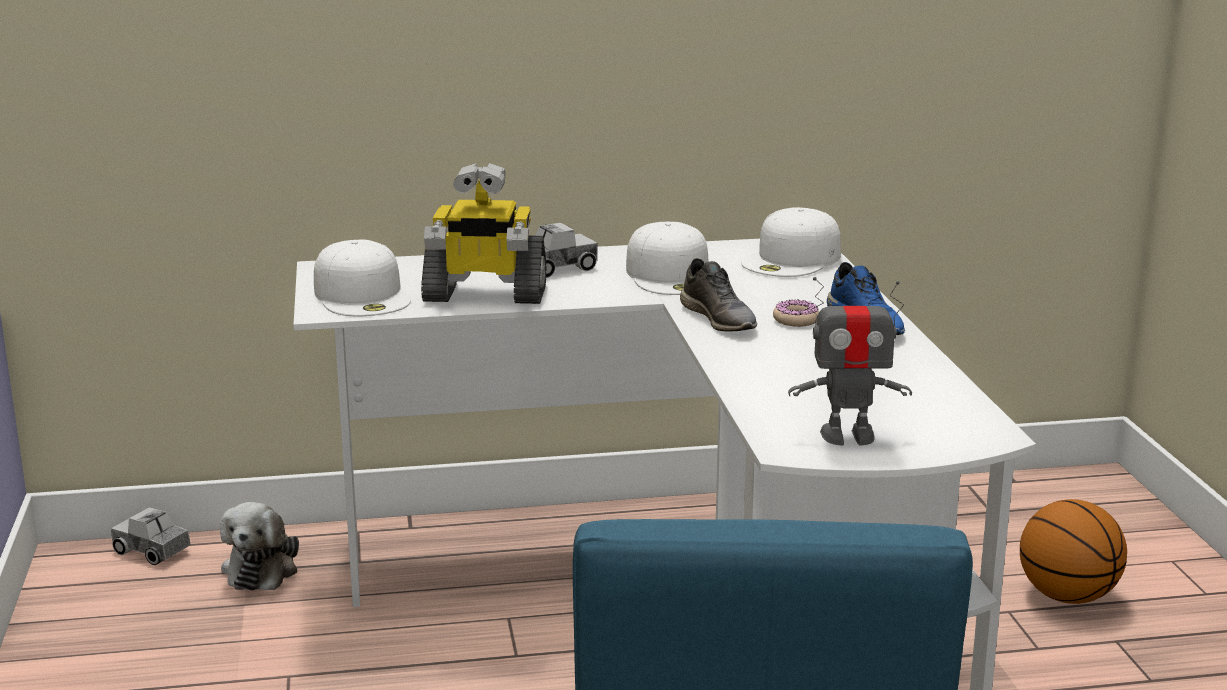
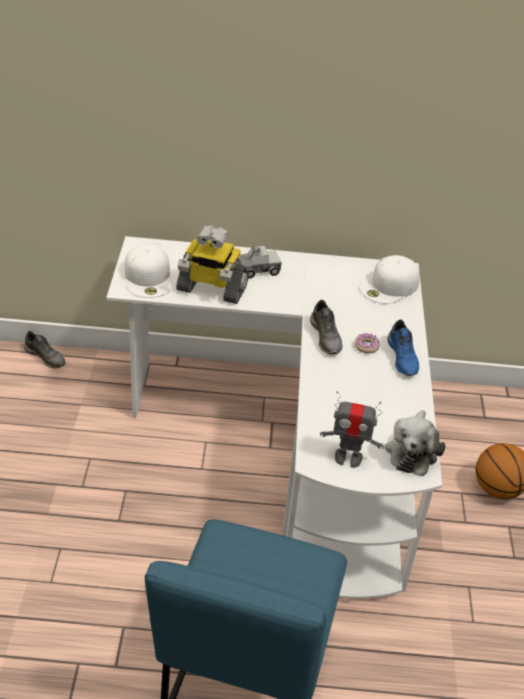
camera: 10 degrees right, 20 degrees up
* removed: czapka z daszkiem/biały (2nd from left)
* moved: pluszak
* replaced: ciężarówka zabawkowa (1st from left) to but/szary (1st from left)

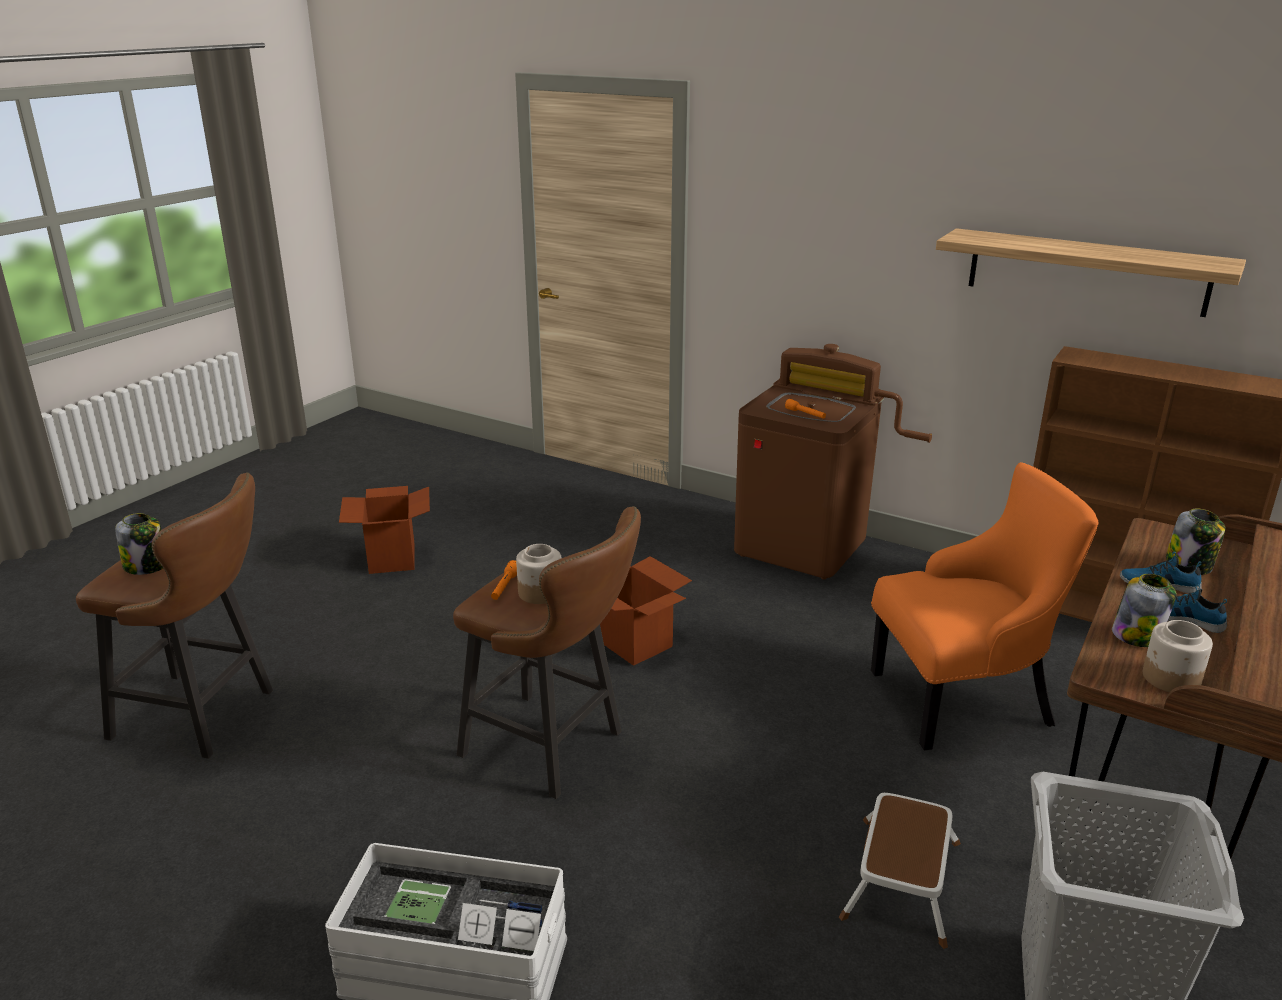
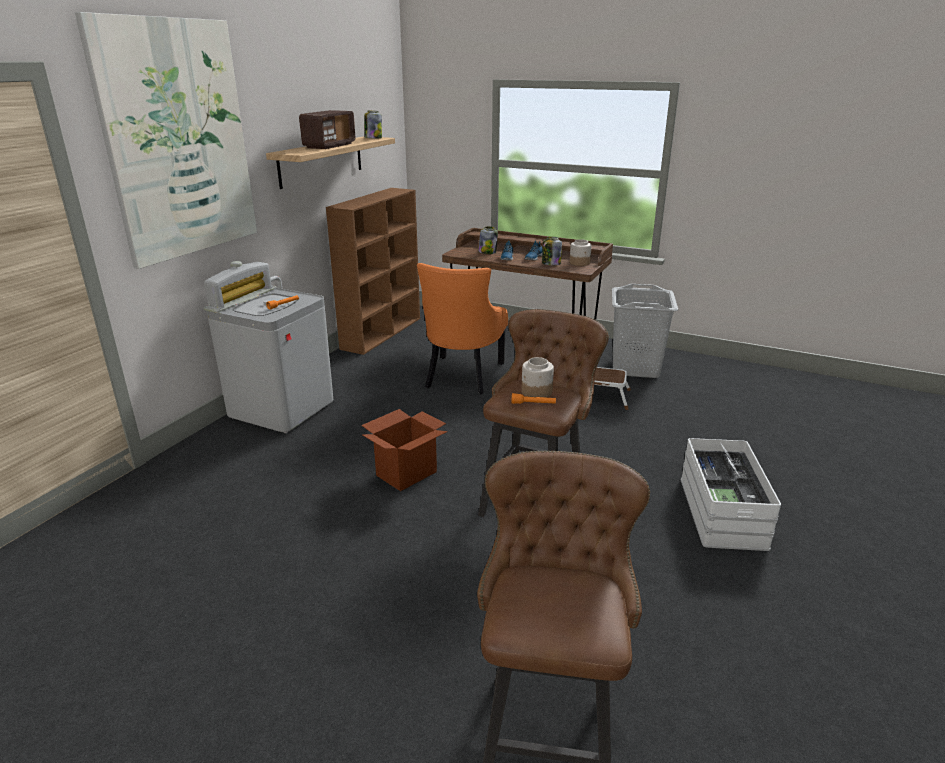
camera: 95 degrees left, 0 degrees up
* removed: karton (1st from left)
* added: obraz
* added: radio
* moved: słoik (1st from left)
* recoloured: pralka/brązowy to pralka/szary
* turned: krzesło/pomarańczowy 150 degrees counterclockwise

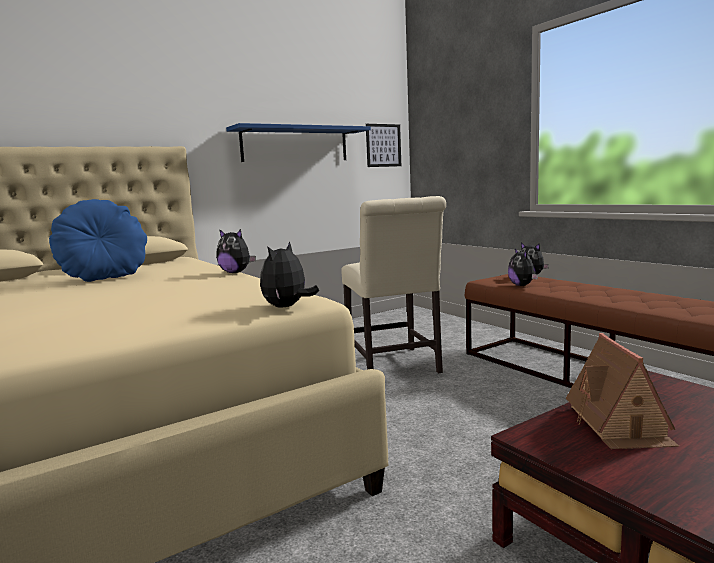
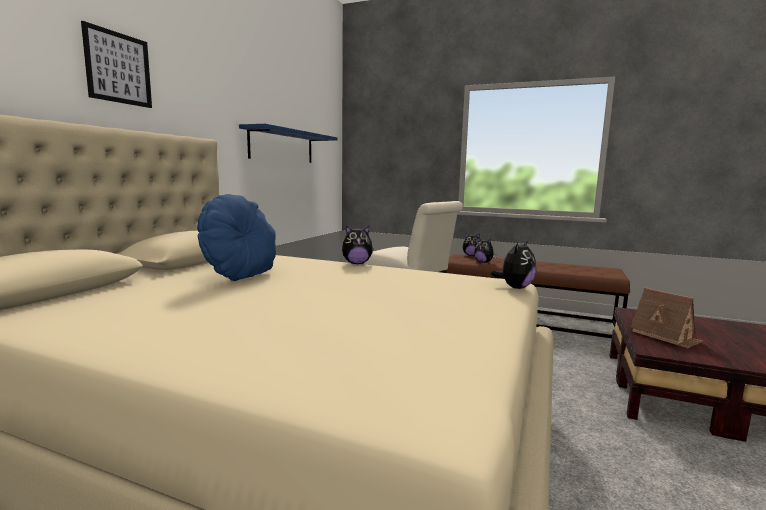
camera: 35 degrees left, 0 degrees up
* moved: obraz
* turned: pluszak (2nd from left in the first image) 135 degrees counterclockwise

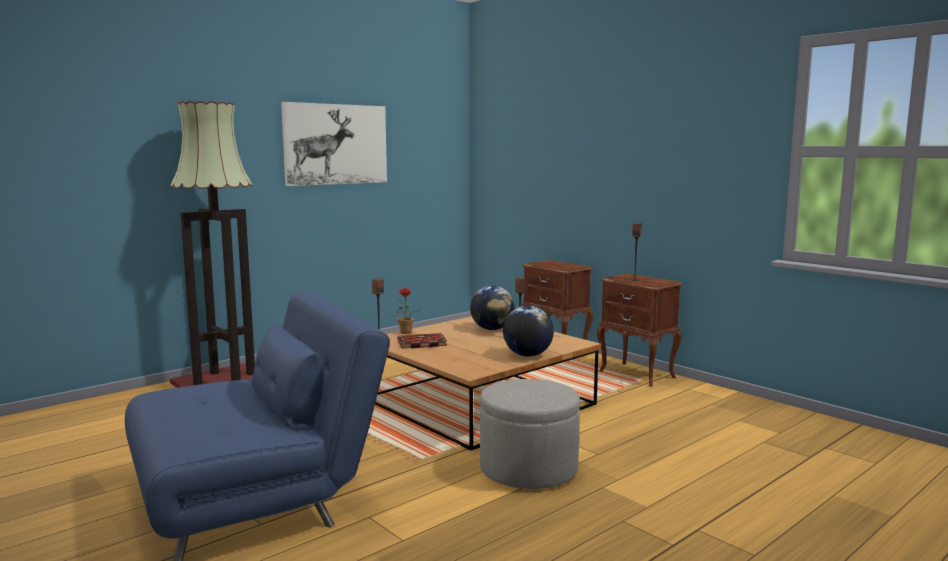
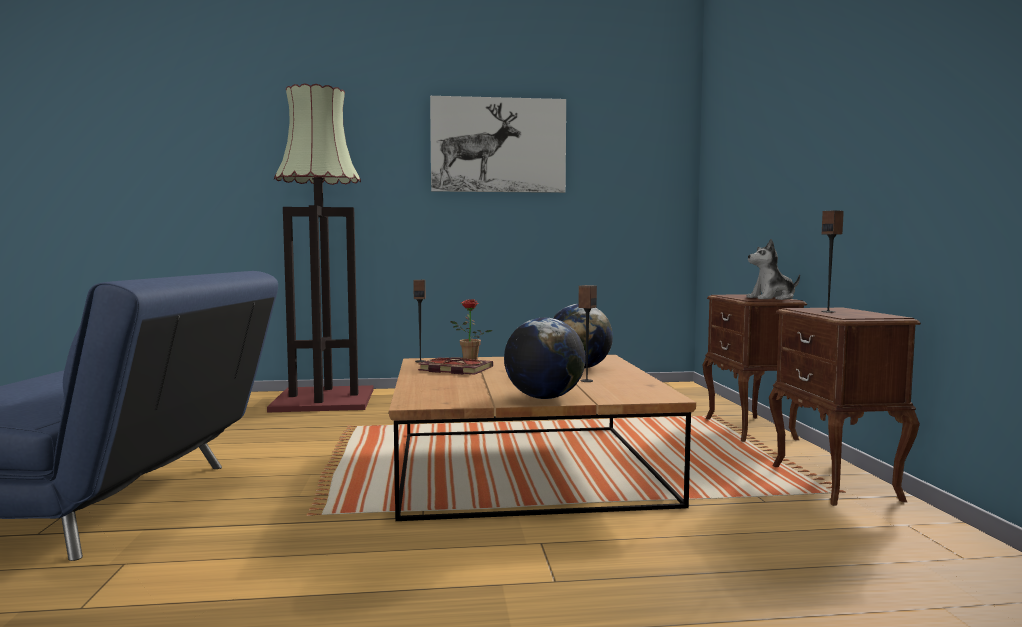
camera: 35 degrees right, 5 degrees down
* removed: pufa/szary
* added: pluszak

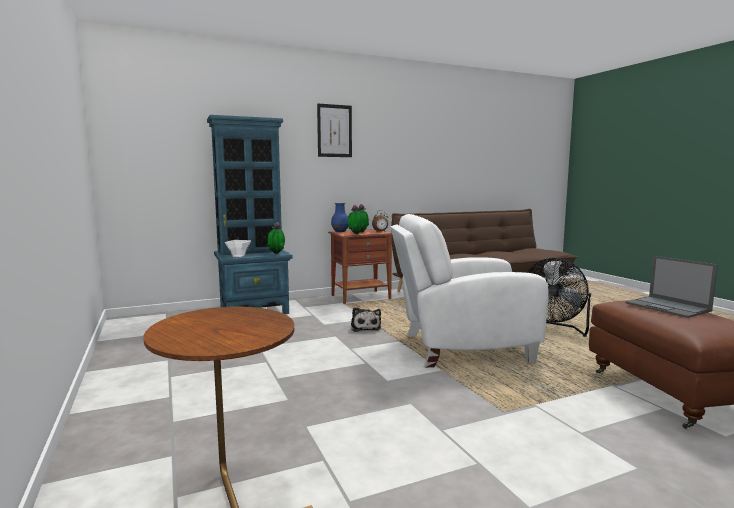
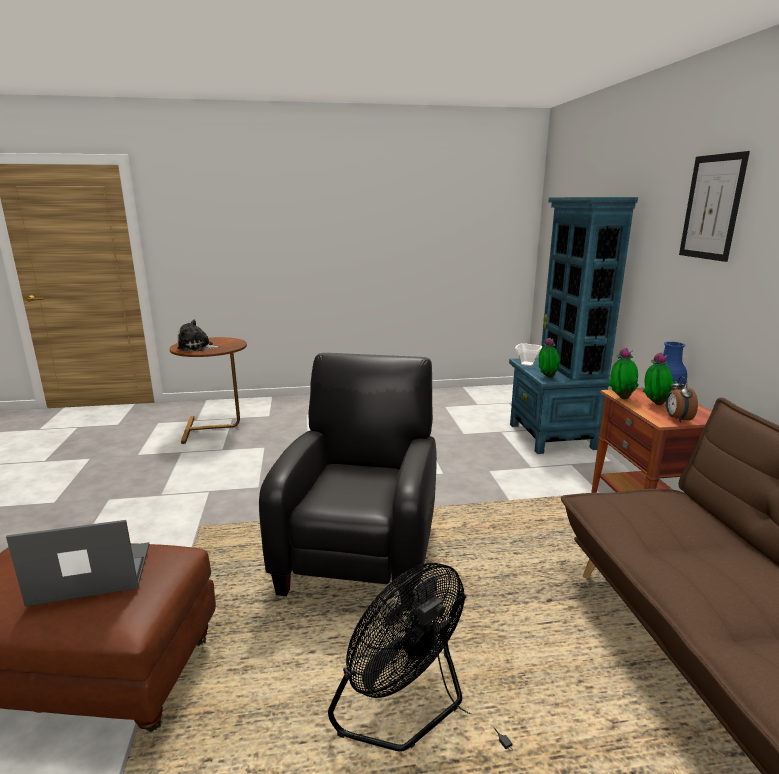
camera: 105 degrees right, 10 degrees up
* moved: pluszak
* recoloured: fotel/biały to fotel/czarny

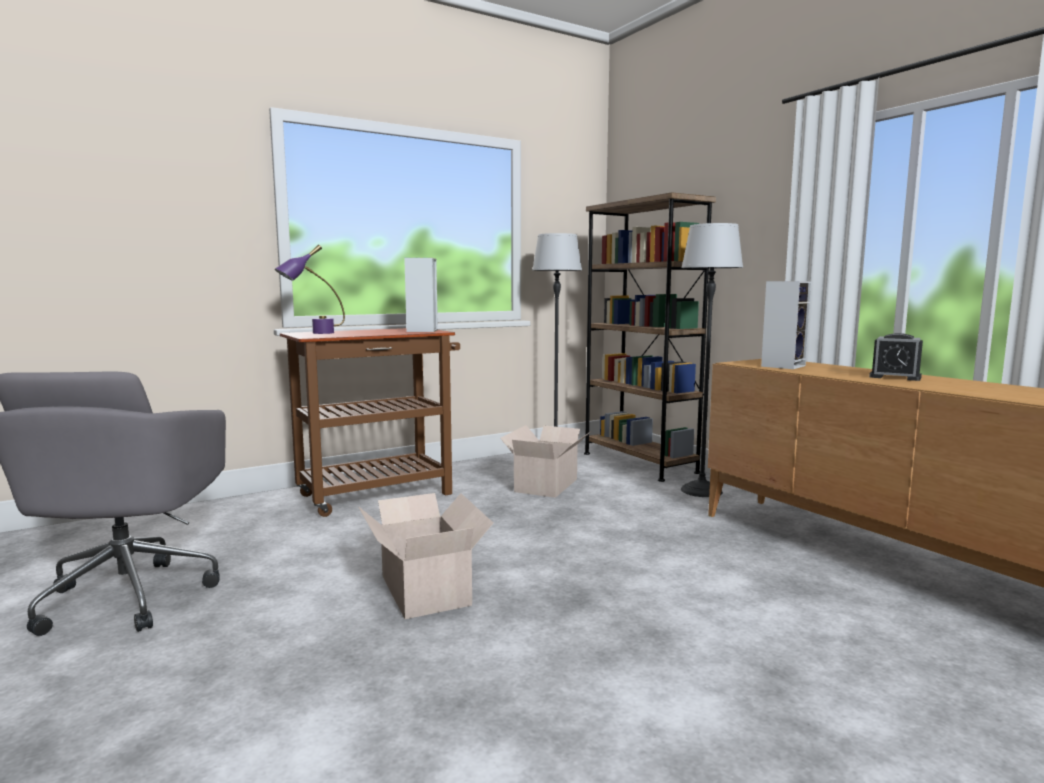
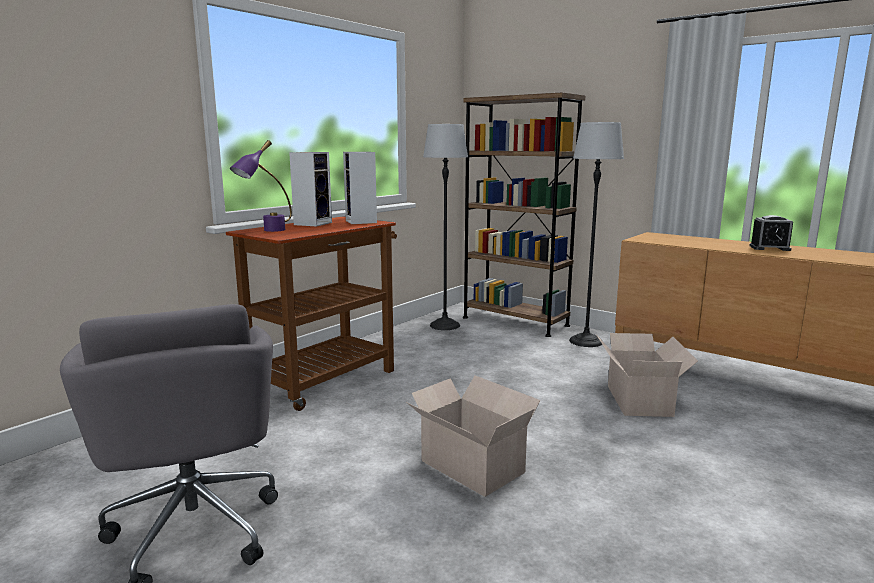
camera: 20 degrees left, 5 degrees up
* moved: karton (2nd from left)
* moved: głośnik (2nd from left in the first image) to głośnik (1st from left)

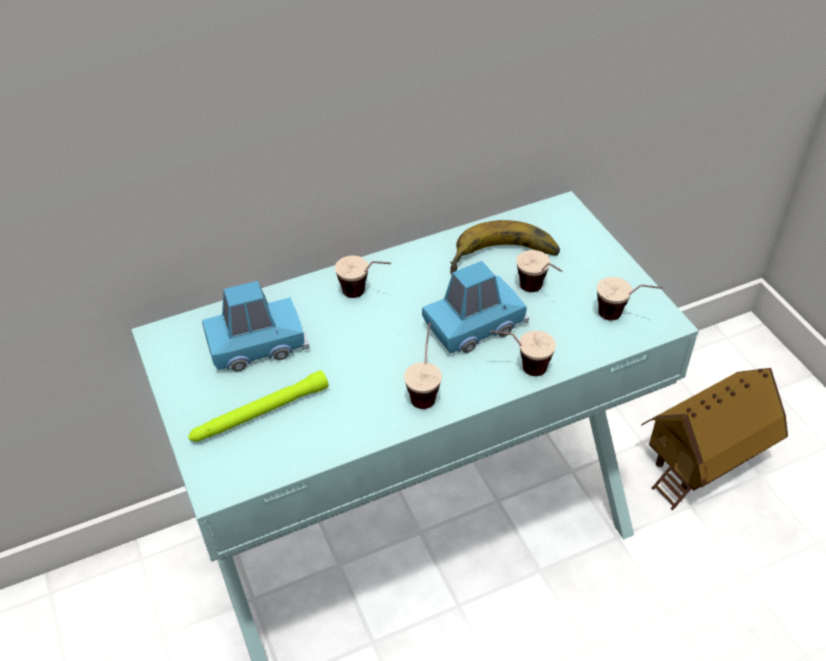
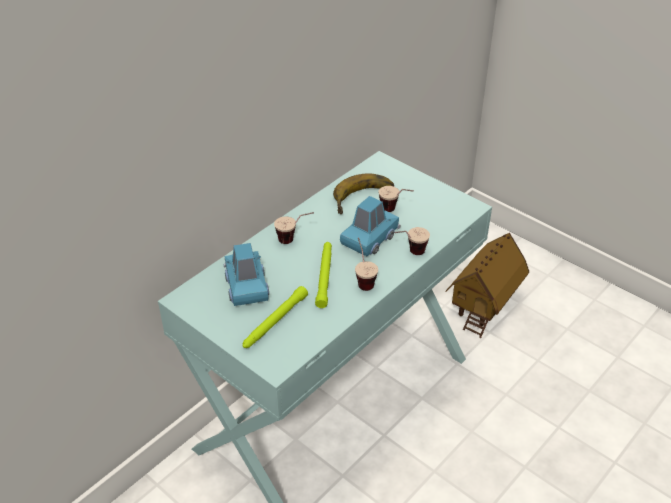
camera: 25 degrees left, 5 degrees down
* removed: filiżanka (5th from left)
* added: latarka/zielony (2nd from left)
* turned: samochodzik/niebieski (1st from left) 60 degrees counterclockwise

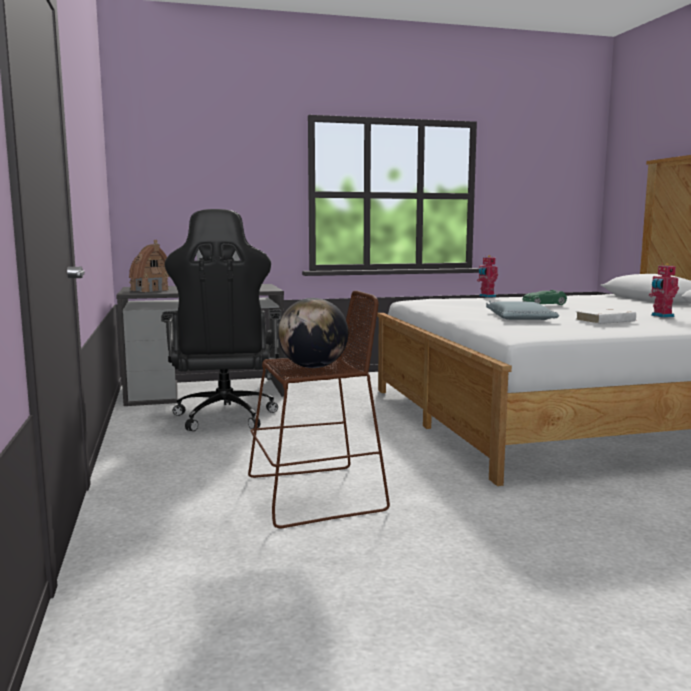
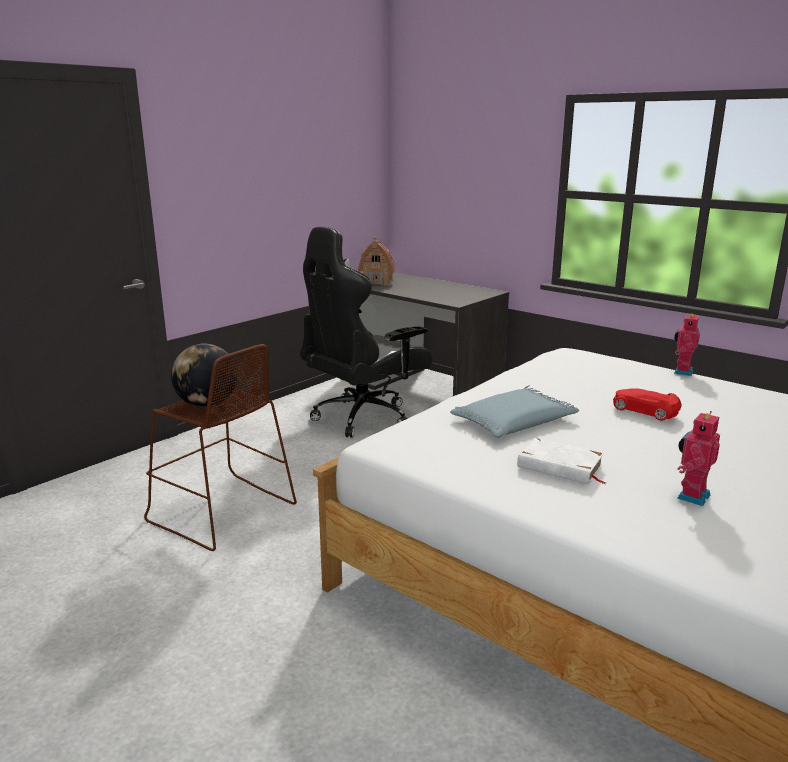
camera: 55 degrees right, 10 degrees up
* recoloured: samochodzik/zielony to samochodzik/czerwony

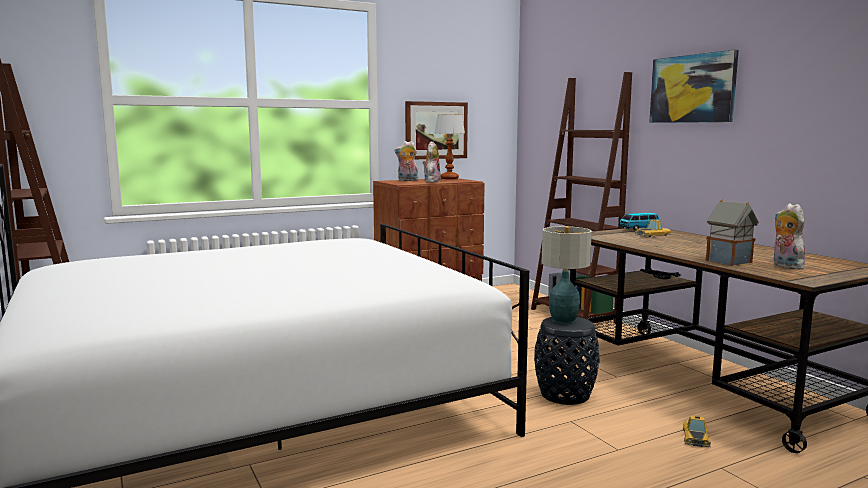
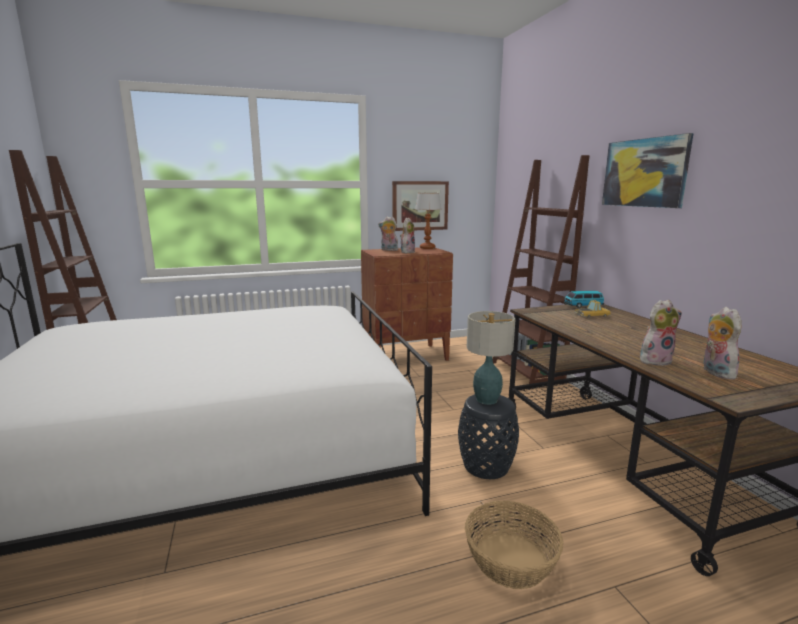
camera: 10 degrees right, 5 degrees up
* removed: samochodzik (3rd from left)
* added: koszyk
* replaced: domek to pluszak (3rd from left)

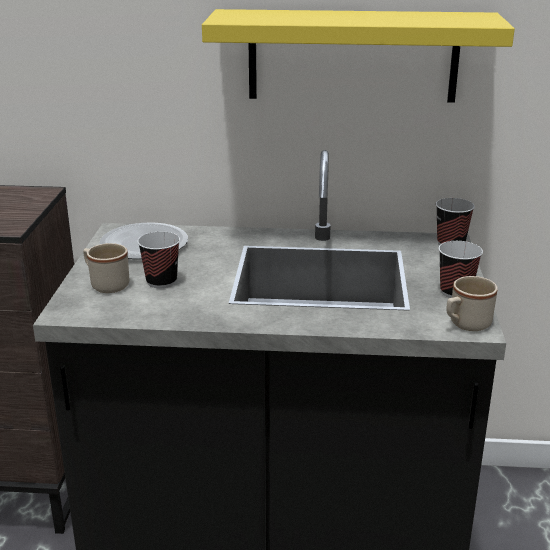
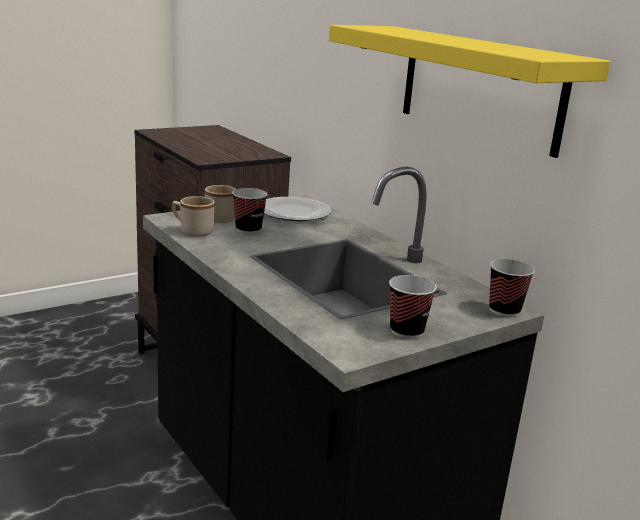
camera: 50 degrees right, 5 degrees down
* moved: kubek/beżowy (2nd from left in the first image) to kubek/beżowy (1st from left)

